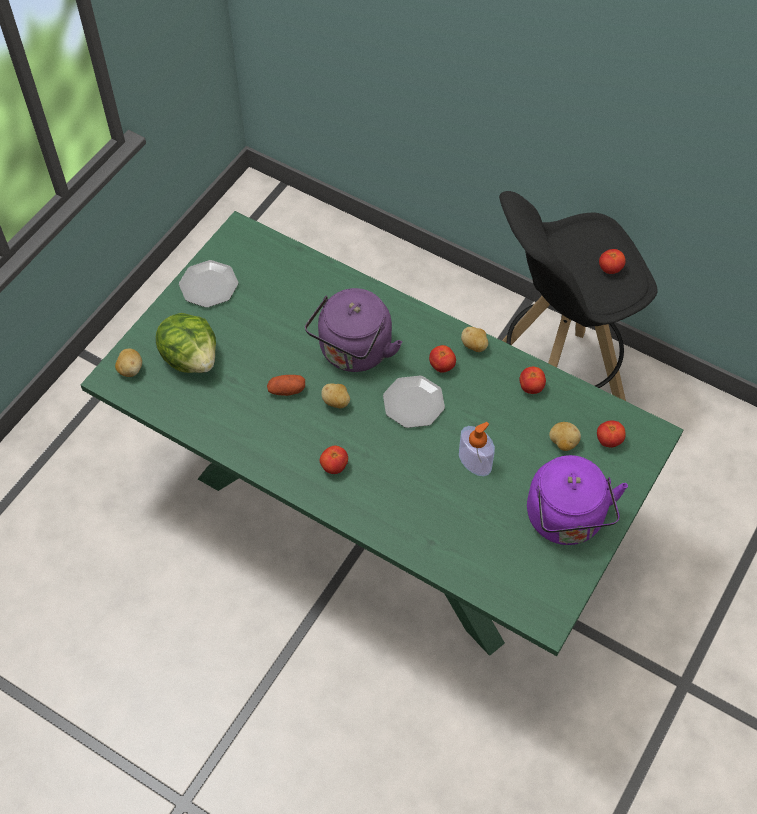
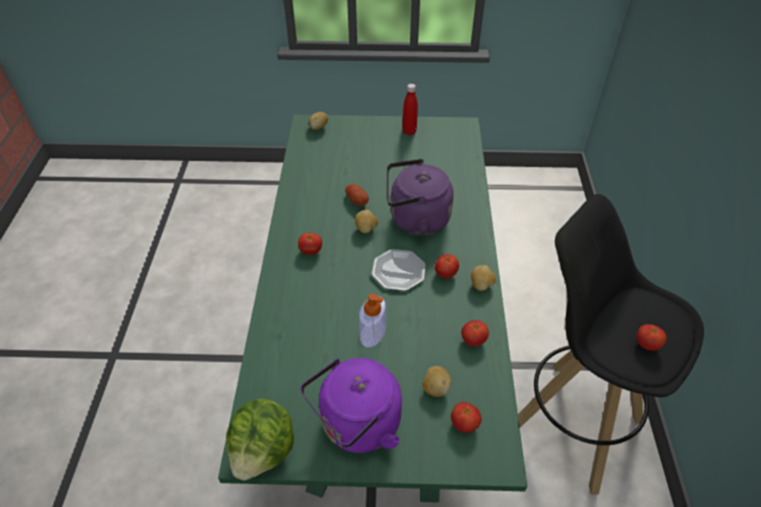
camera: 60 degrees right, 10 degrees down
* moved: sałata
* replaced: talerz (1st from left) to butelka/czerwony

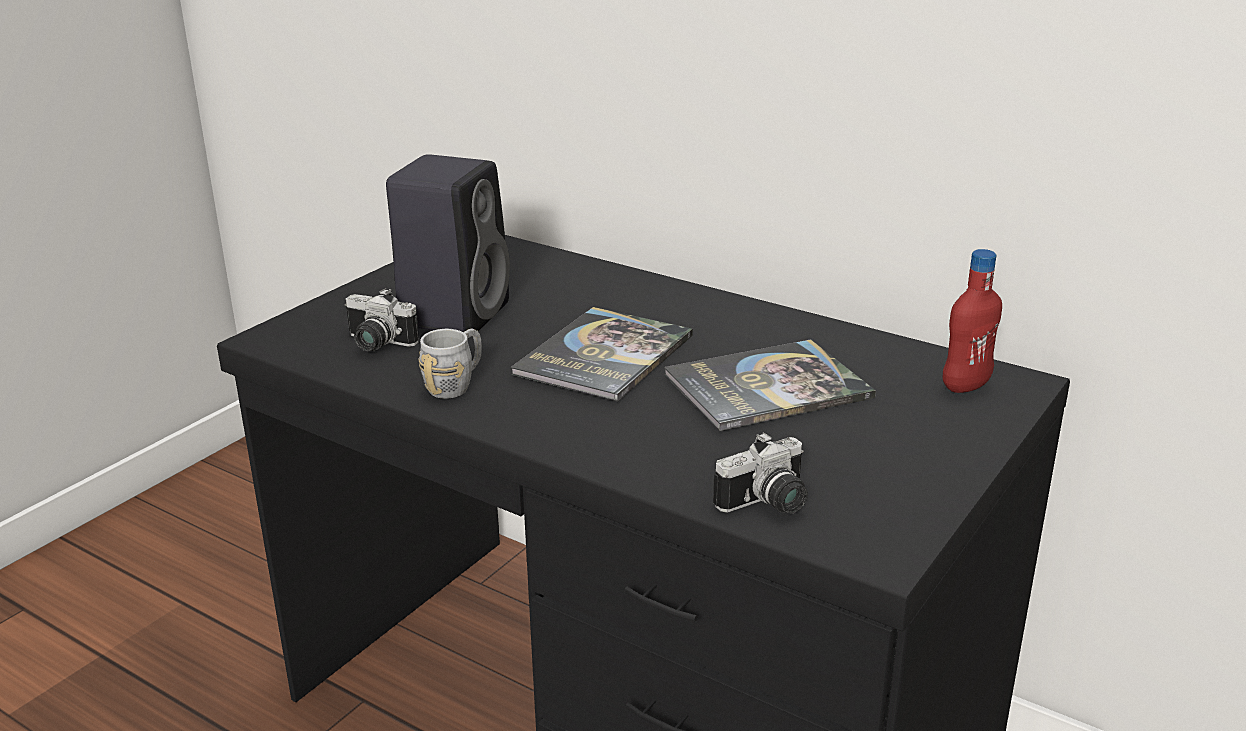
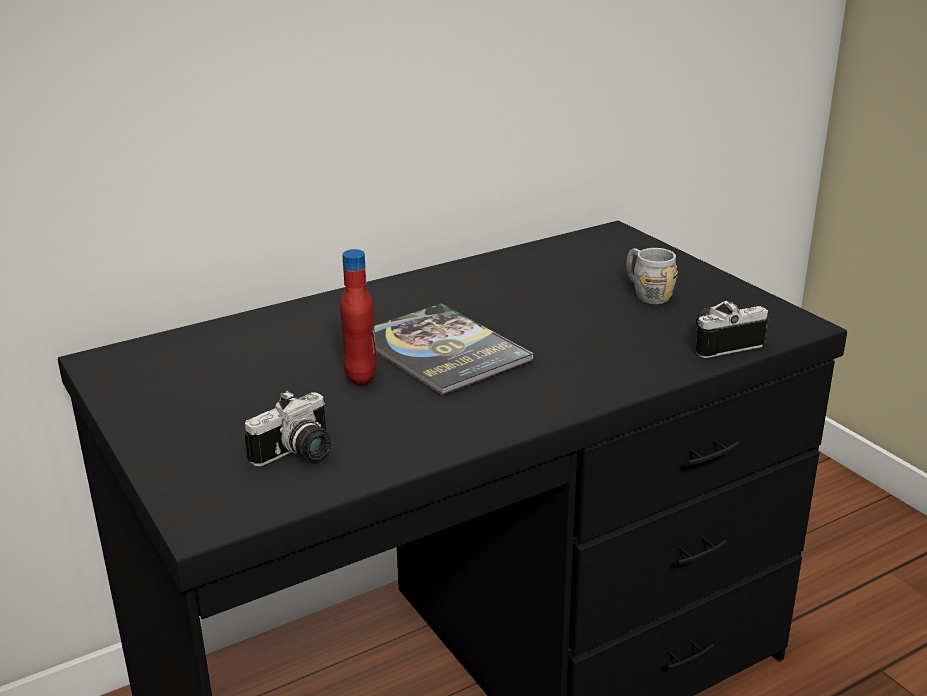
camera: 65 degrees left, 0 degrees up
* removed: głośnik/czarny
* removed: książka (2nd from left)
* moved: kubek/szary
* moved: butelka/czerwony
* turned: aparat fotograficzny (2nd from left) 105 degrees counterclockwise

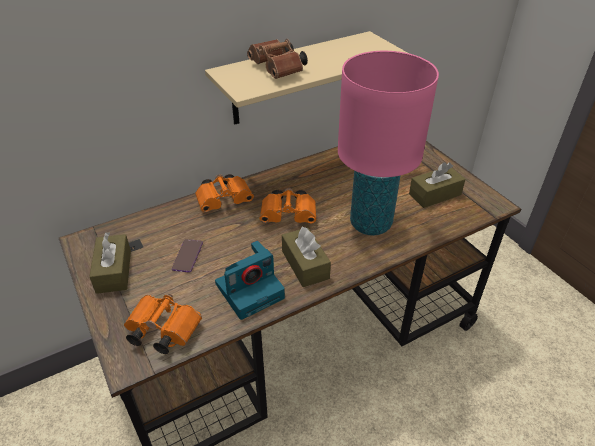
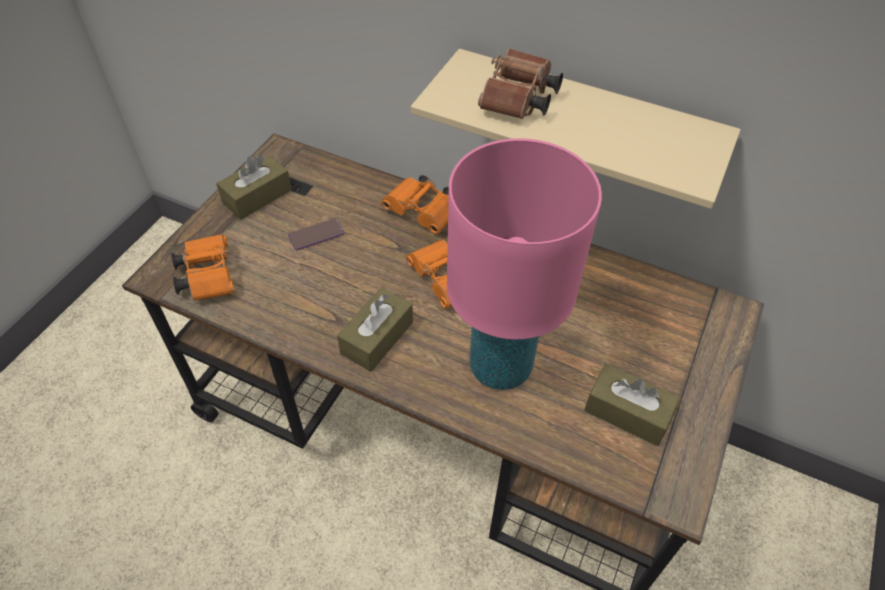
camera: 55 degrees right, 10 degrees up
* removed: aparat fotograficzny

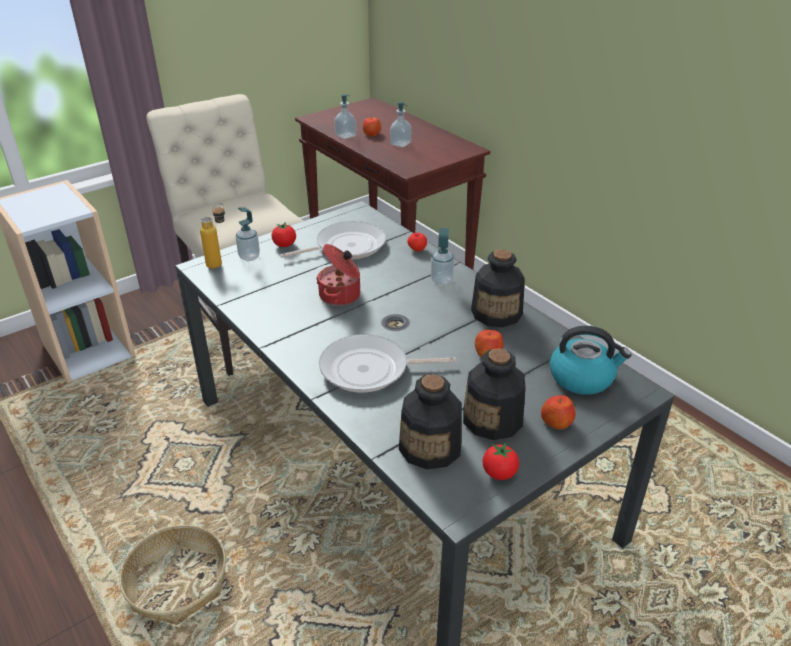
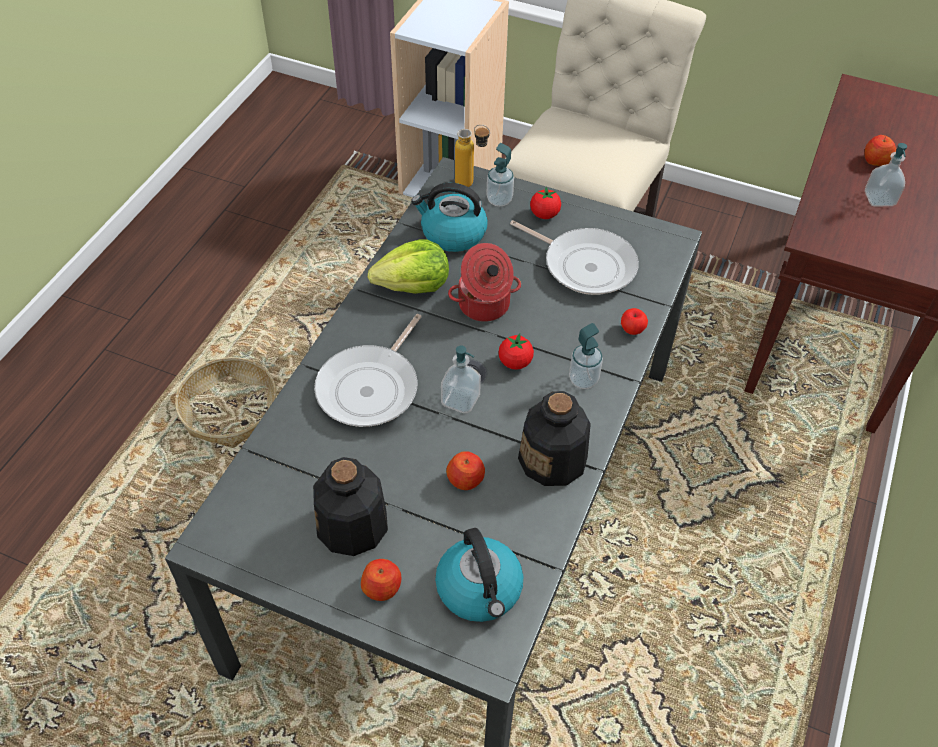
camera: 60 degrees right, 15 degrees up
* removed: butelka (2nd from left)
* added: sałata
* added: czajnik (1st from left)
* moved: dozownik mydła (2nd from left in the first image) to dozownik mydła (1st from left)
* moved: pomidor (2nd from left in the first image) to pomidor (1st from left)
* turned: patelnia (2nd from left in the first image) 120 degrees counterclockwise

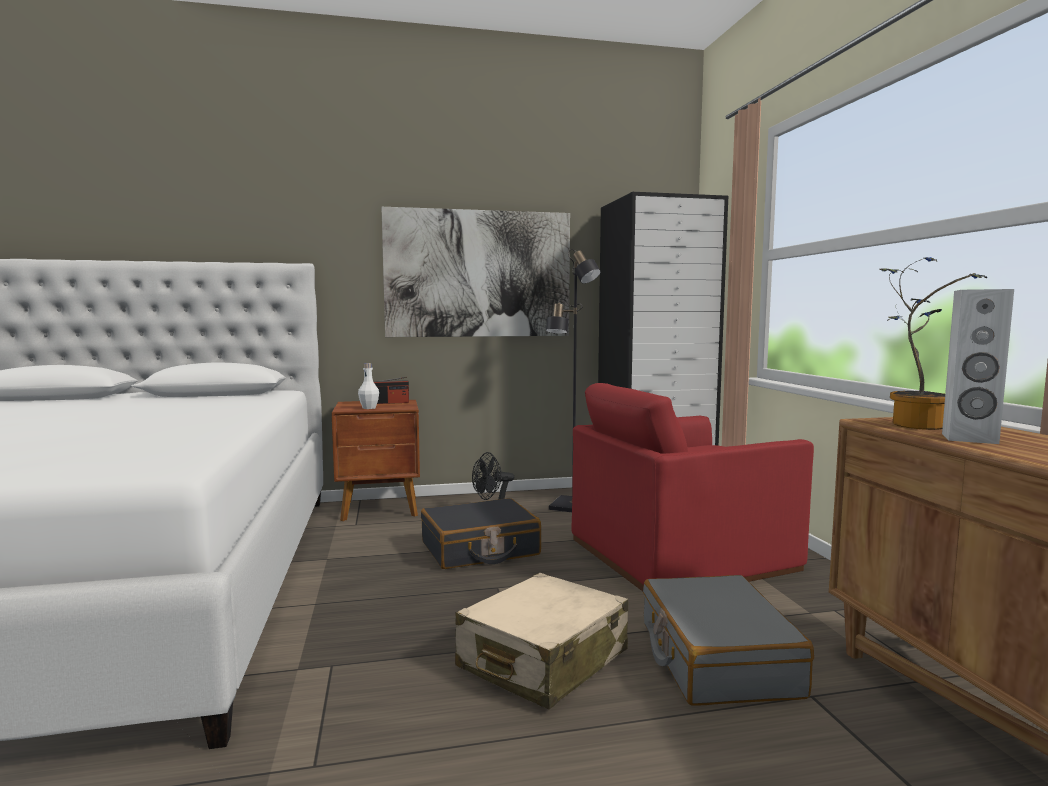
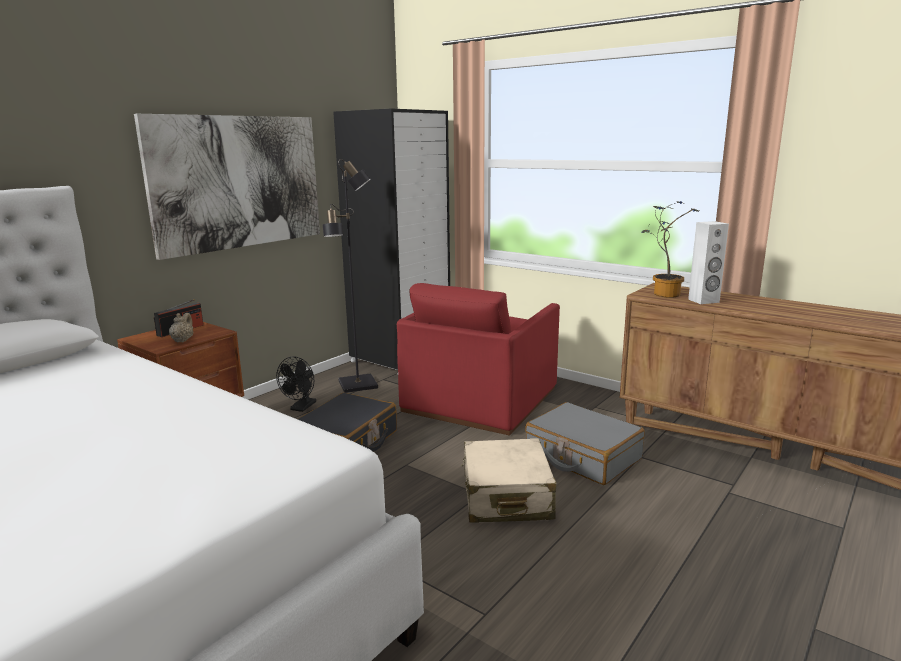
camera: 40 degrees left, 10 degrees up
* replaced: butelka/biały to imbryk/beżowy

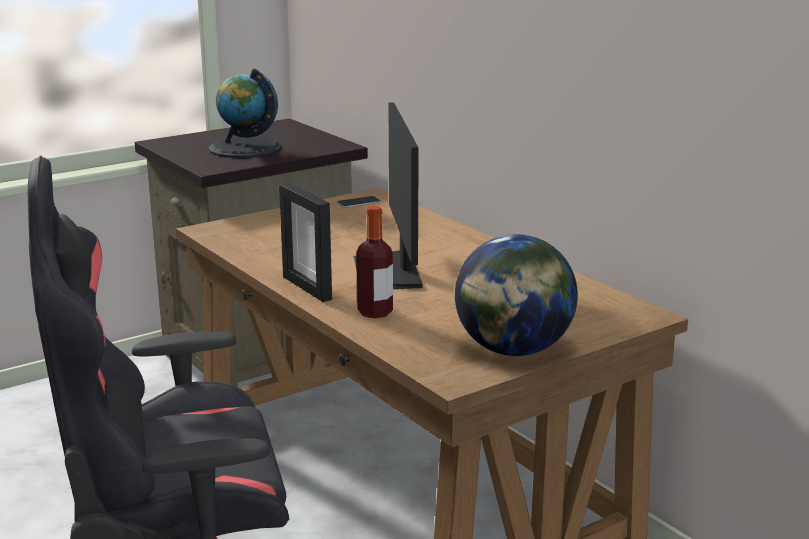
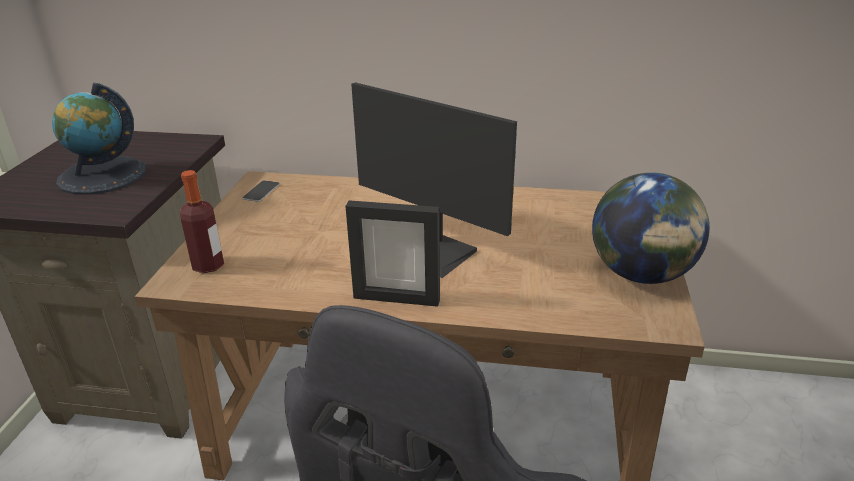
camera: 45 degrees left, 10 degrees up
* moved: butelka

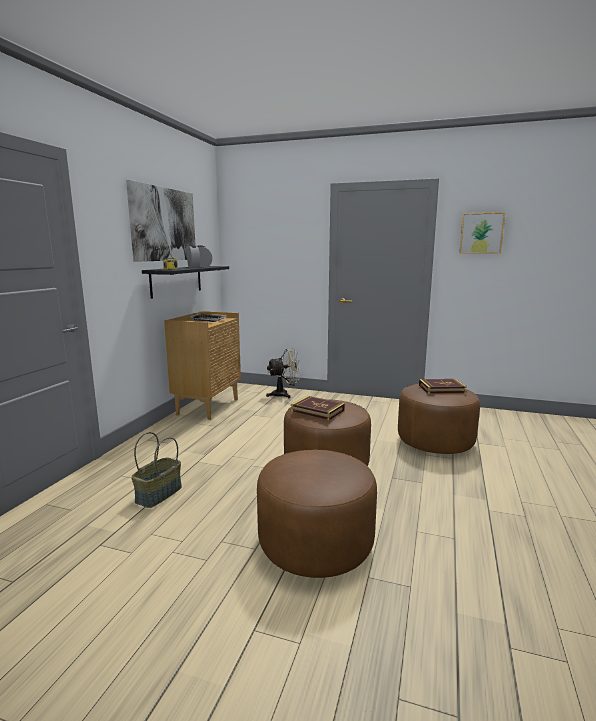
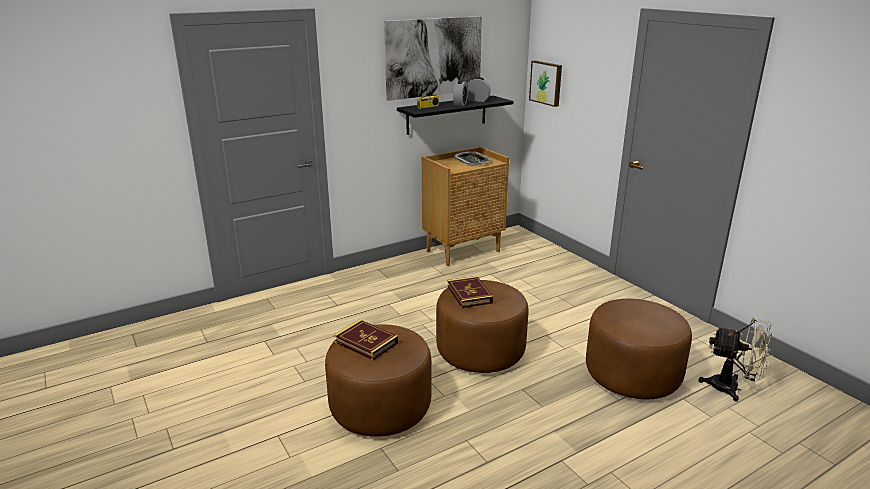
camera: 40 degrees right, 10 degrees up
* removed: koszyk
* moved: wentylator/beżowy
* moved: książka (2nd from left in the first image) to książka (1st from left)
* moved: obraz (2nd from left)

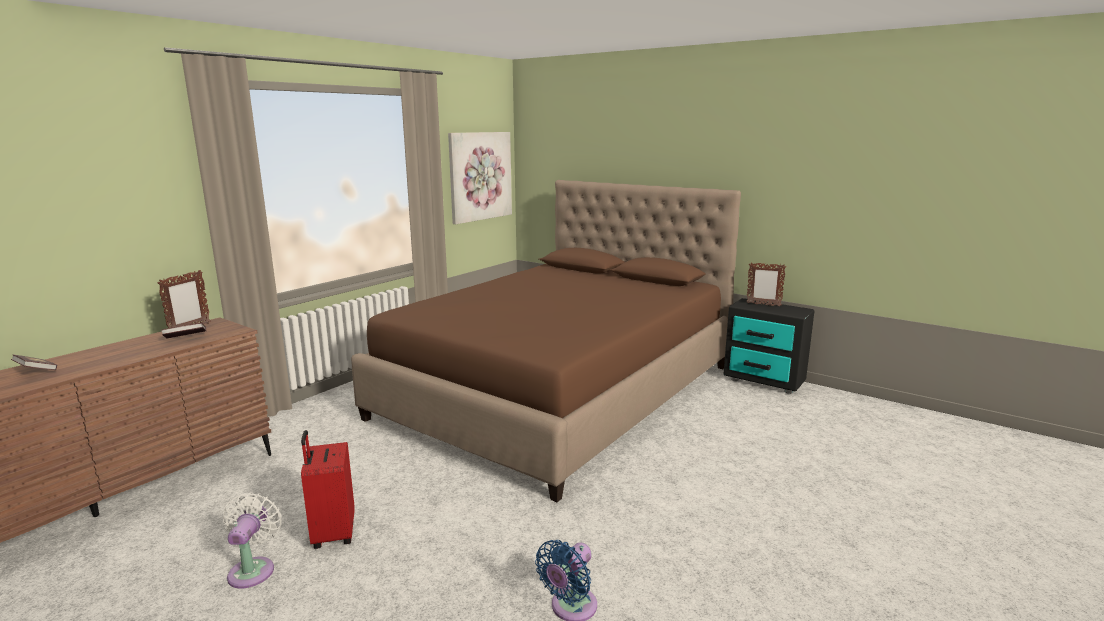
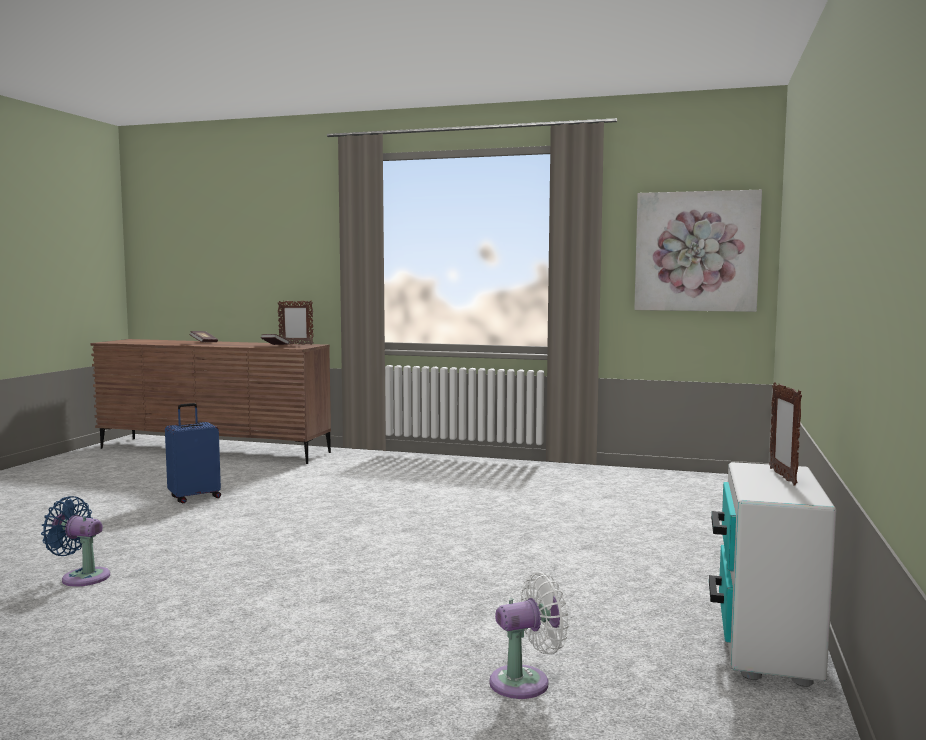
camera: 70 degrees right, 10 degrees down
* removed: łóżko/brązowy
* moved: wentylator/biały
* recoloured: walizka/czerwony to walizka/niebieski
* recoloured: szafka nocna/czarny to szafka nocna/biały

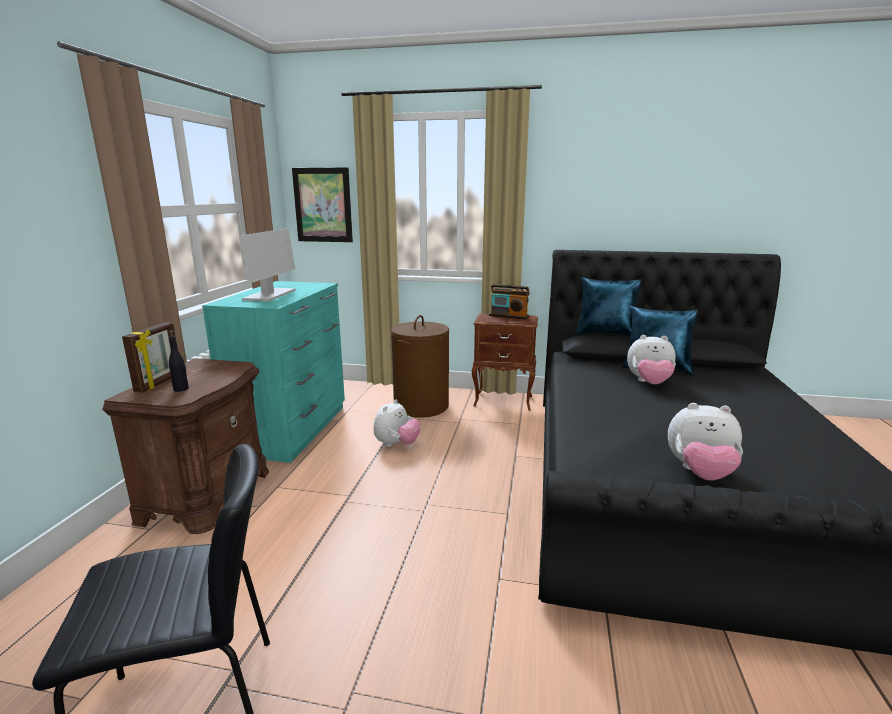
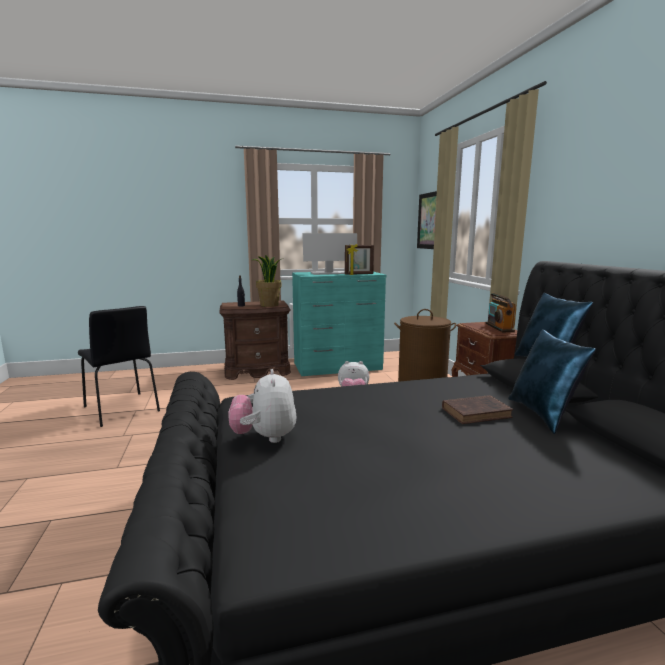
camera: 65 degrees right, 5 degrees down
* added: roślina doniczkowa
* moved: ramka na zdjęcie
* replaced: pluszak (2nd from left) to książka/brązowy

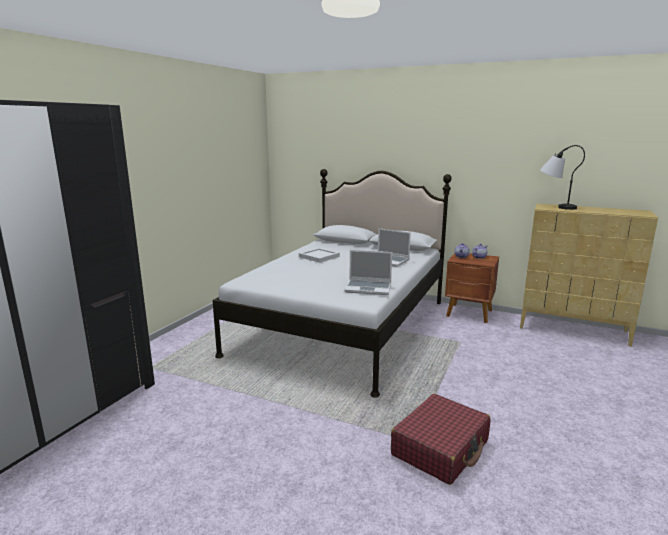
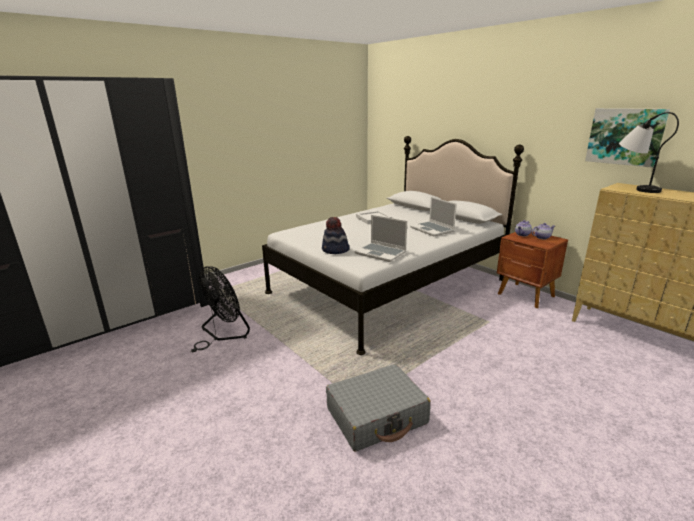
camera: 25 degrees right, 5 degrees up
* added: wentylator/czarny
* added: kapelusz
* added: obraz
* recoloured: walizka/czerwony to walizka/szary

